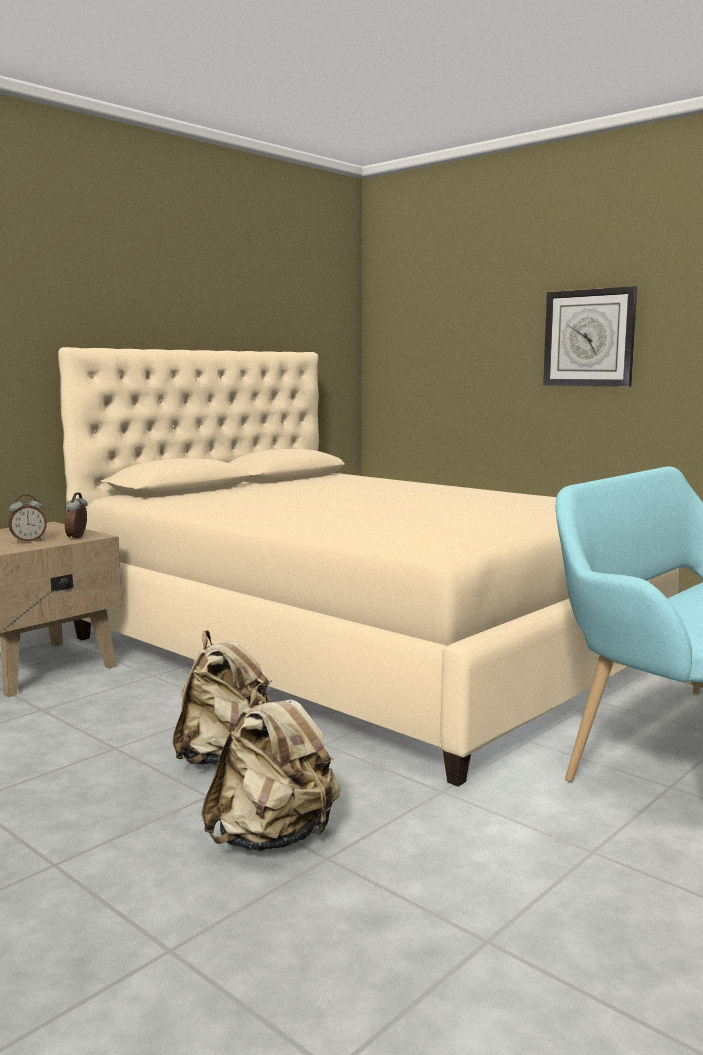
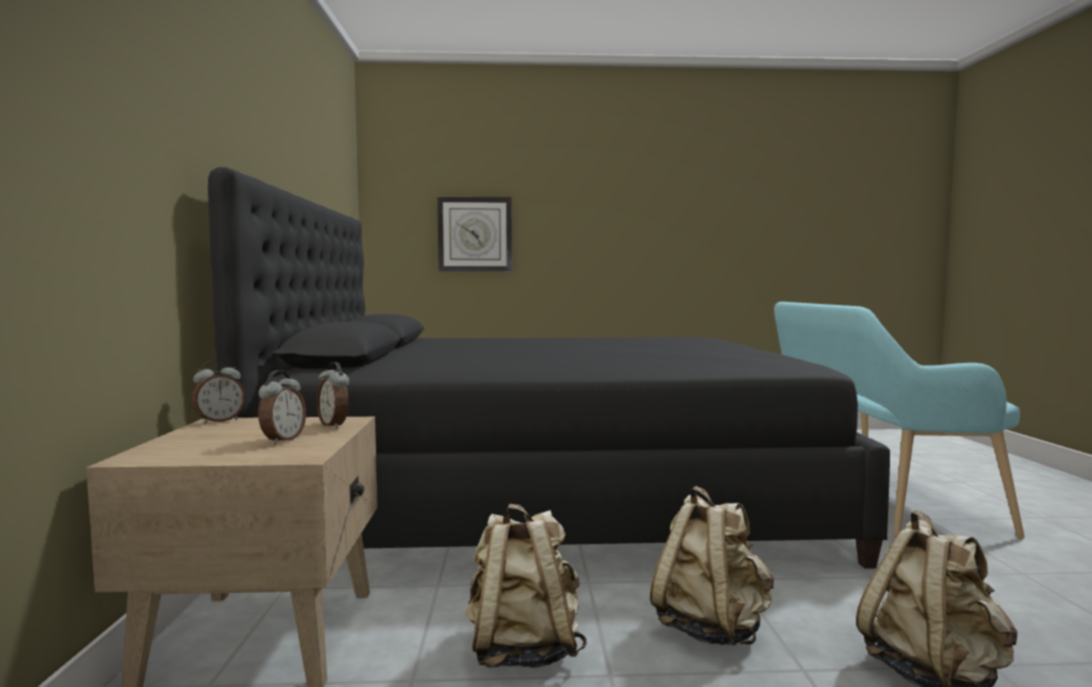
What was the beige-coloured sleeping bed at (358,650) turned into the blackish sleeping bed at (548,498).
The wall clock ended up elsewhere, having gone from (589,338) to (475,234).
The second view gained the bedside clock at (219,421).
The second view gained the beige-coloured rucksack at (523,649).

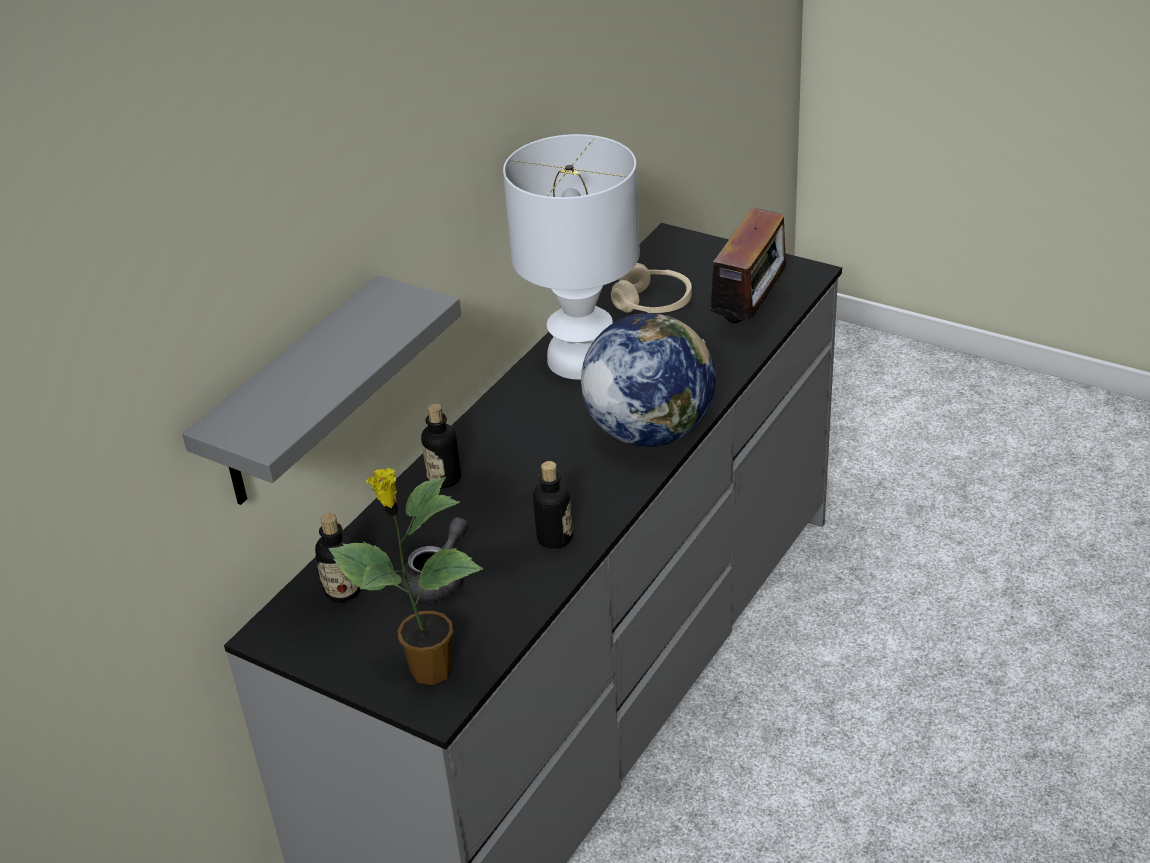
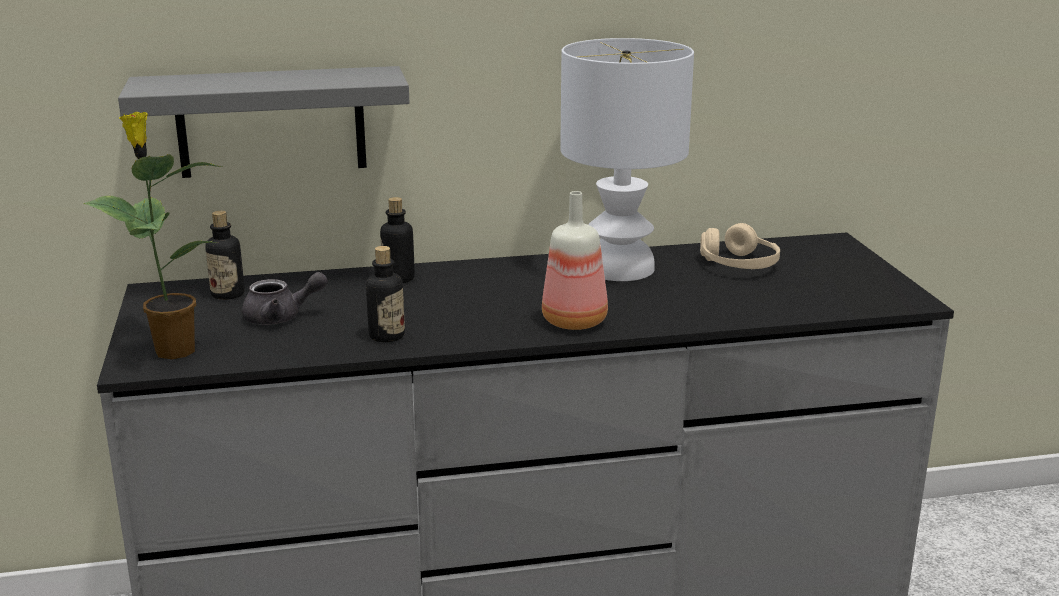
Where the desk globe stood at (649,432), the beverage bottle came to stand at (575,321).
The second view lost the radio at (750,315).

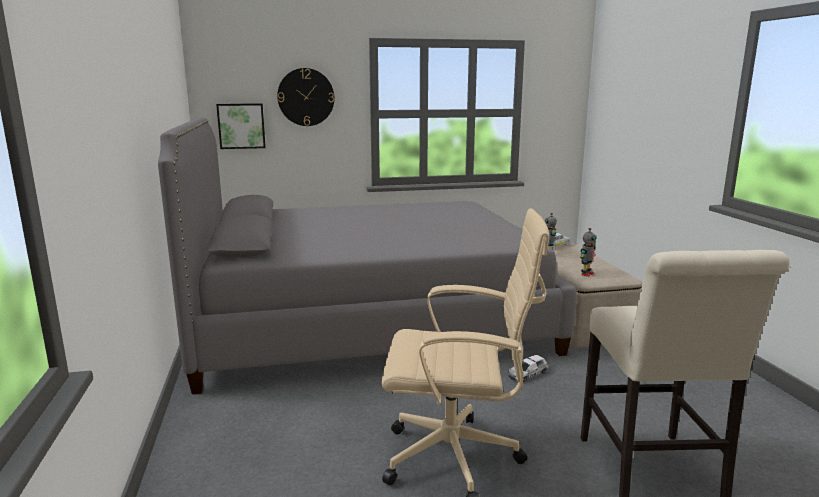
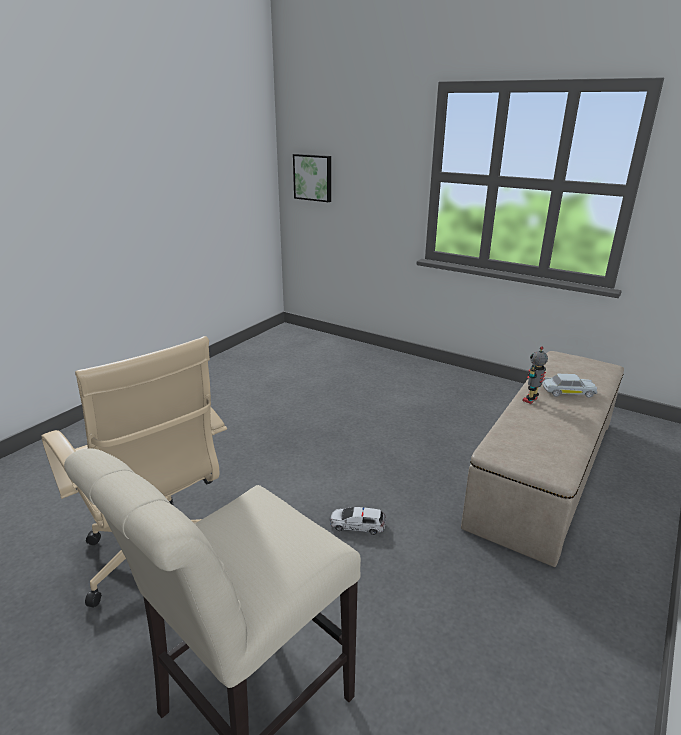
The second view lost the greyish sleeping bed at (369,321).
The second view lost the wall clock at (306,97).
The second view lost the robot figure at (586,274).

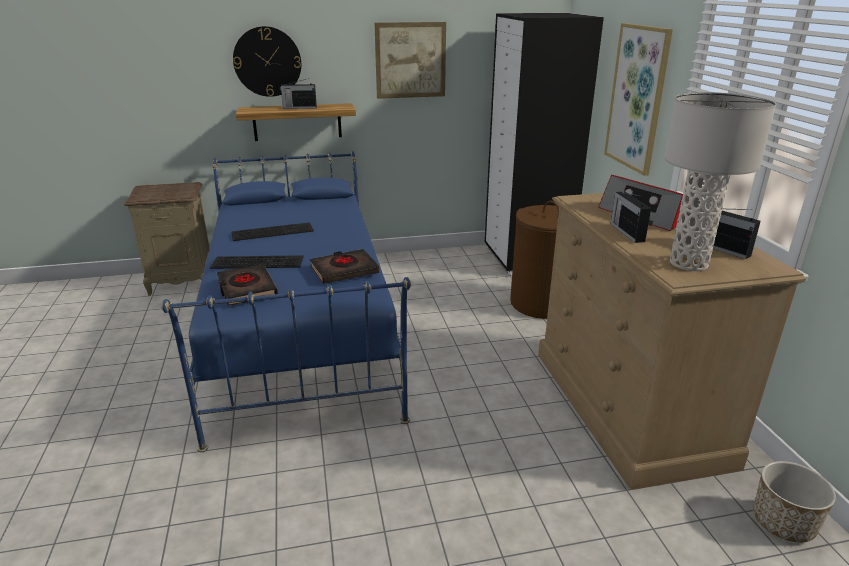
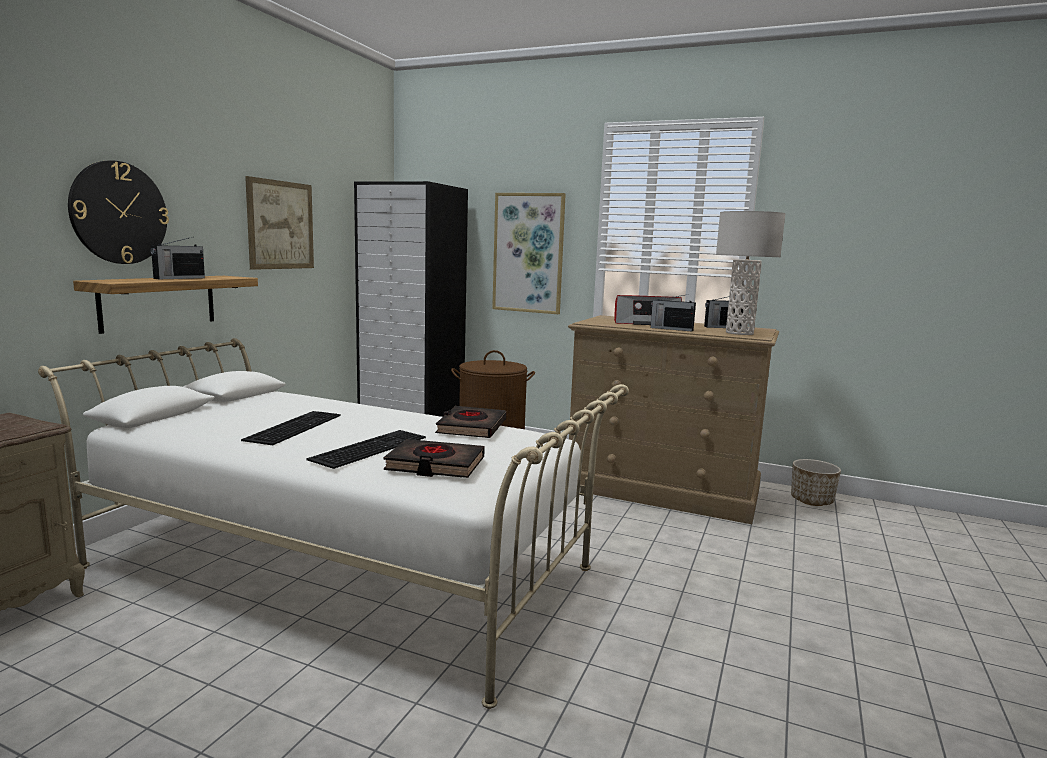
What was the bluish sleeping bed at (300,334) turned into the white-coloured sleeping bed at (340,569).

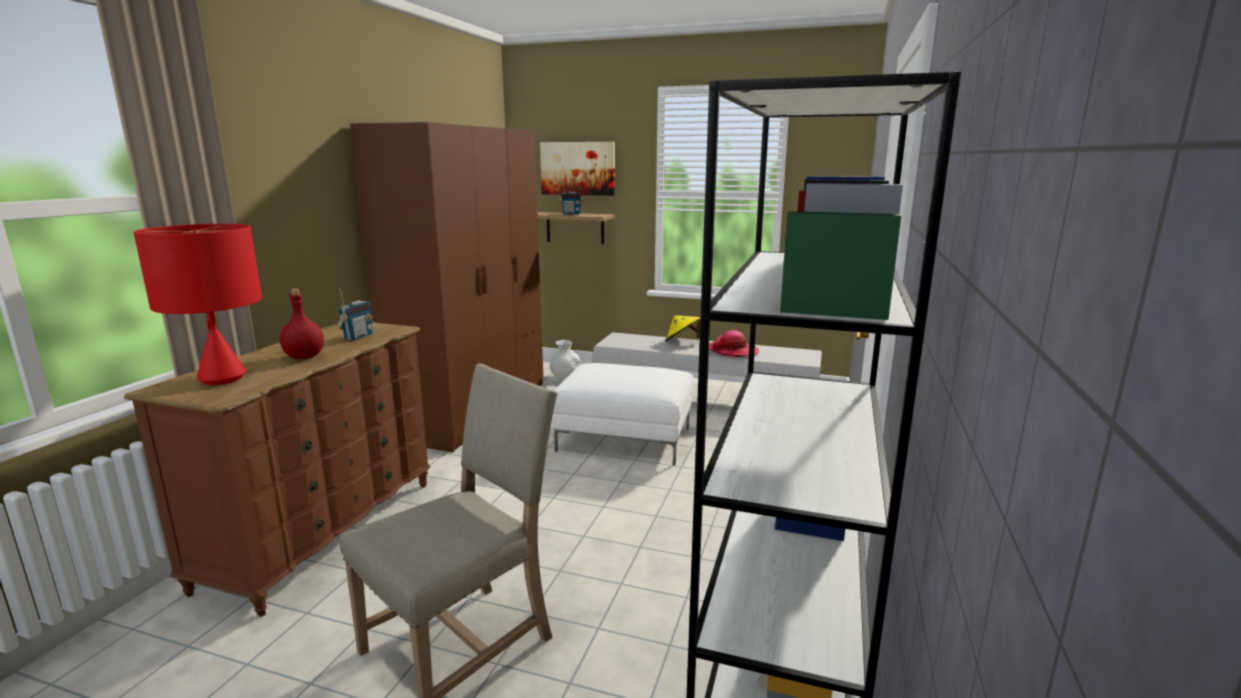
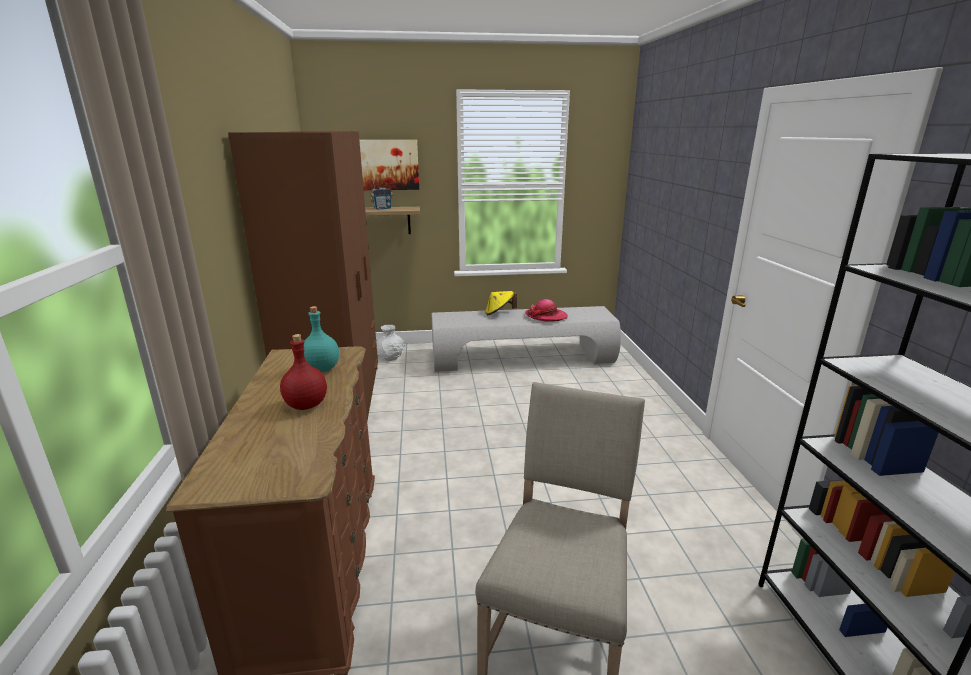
The second view lost the red-coloured tabletop lamp at (222,379).
Where the radio stood at (358,337), the turquoise-coloured beverage bottle came to stand at (321,369).
The second view lost the white-coloured pouffe at (625,439).

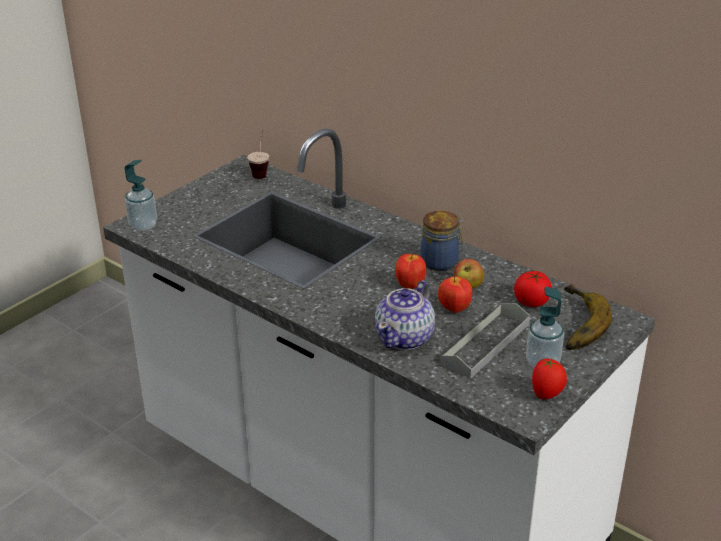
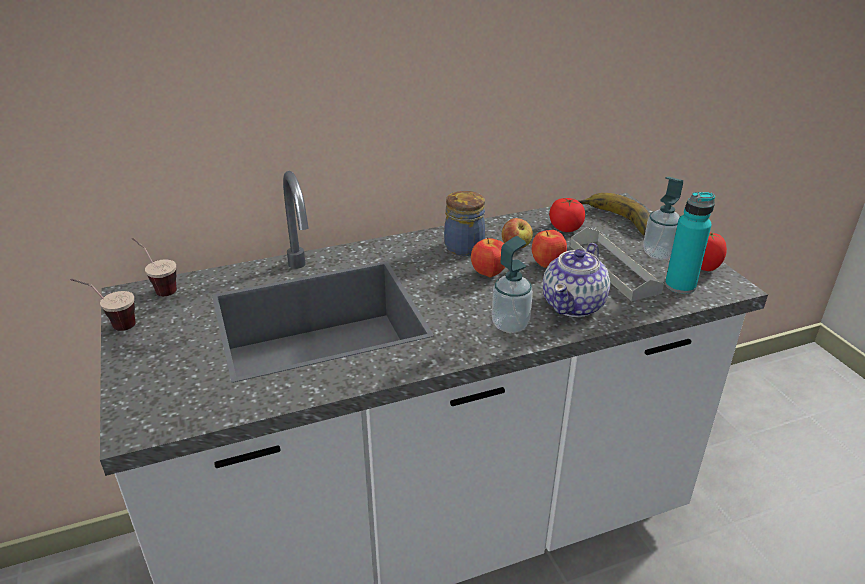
The soap dispenser ended up elsewhere, having gone from (143,226) to (510,325).
The pot for tea at (405,338) ended up facing another way, 60 degrees clockwise from before.
The second view gained the cup at (112,324).
The second view gained the turquoise-coloured beverage bottle at (680,286).

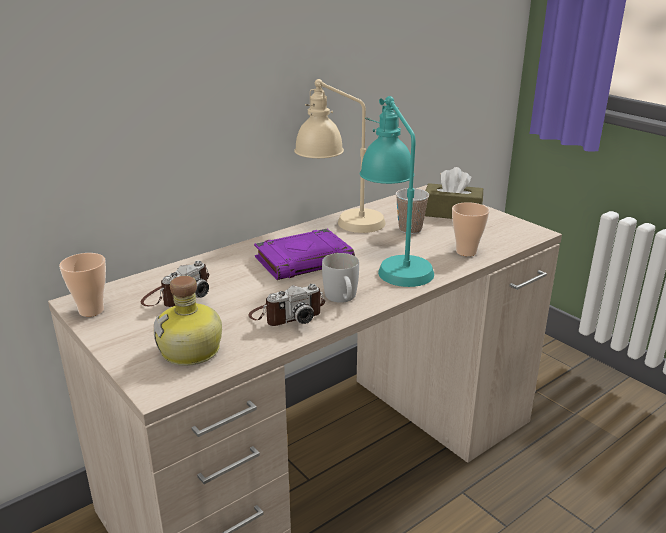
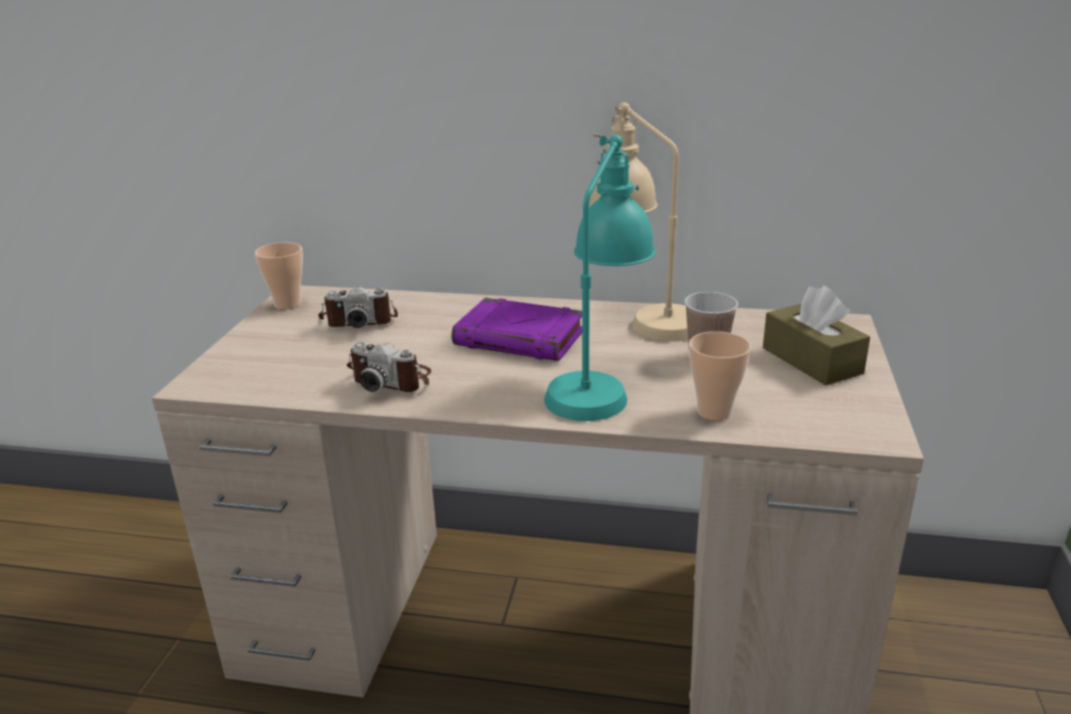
The second view lost the beverage bottle at (192,351).
The second view lost the white-coloured coffee mug at (342,299).

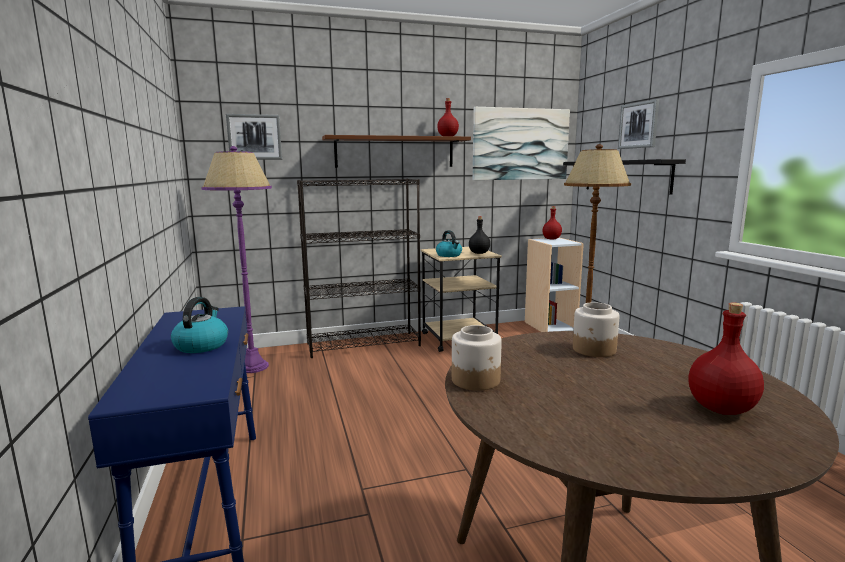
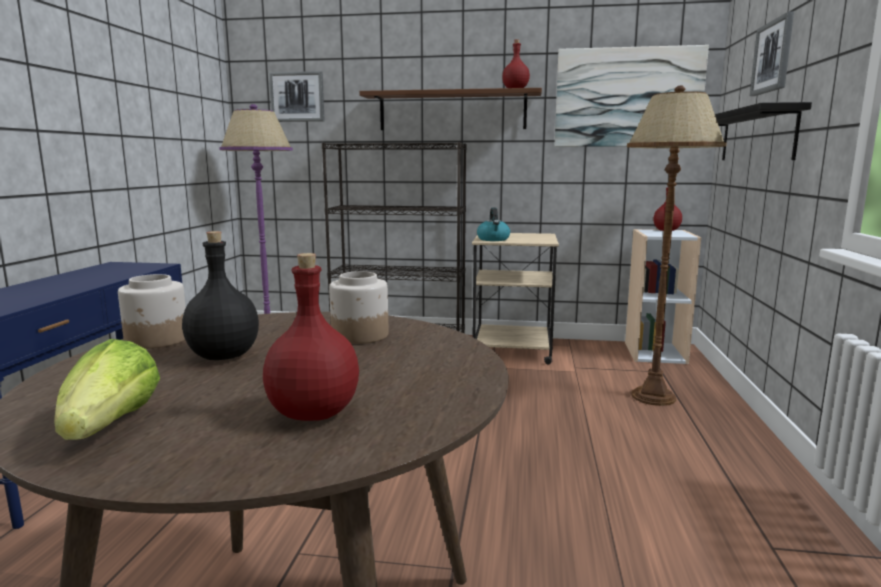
The second view lost the water kettle at (201,345).
The blackish beverage bottle ended up elsewhere, having gone from (479,253) to (225,356).
The second view gained the lettuce at (111,426).

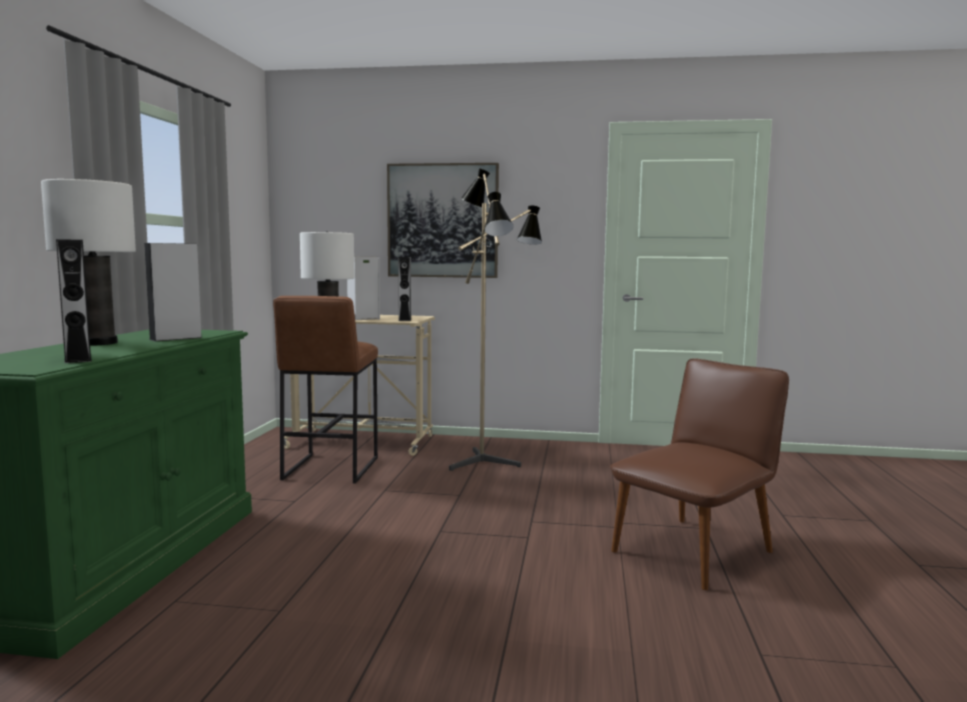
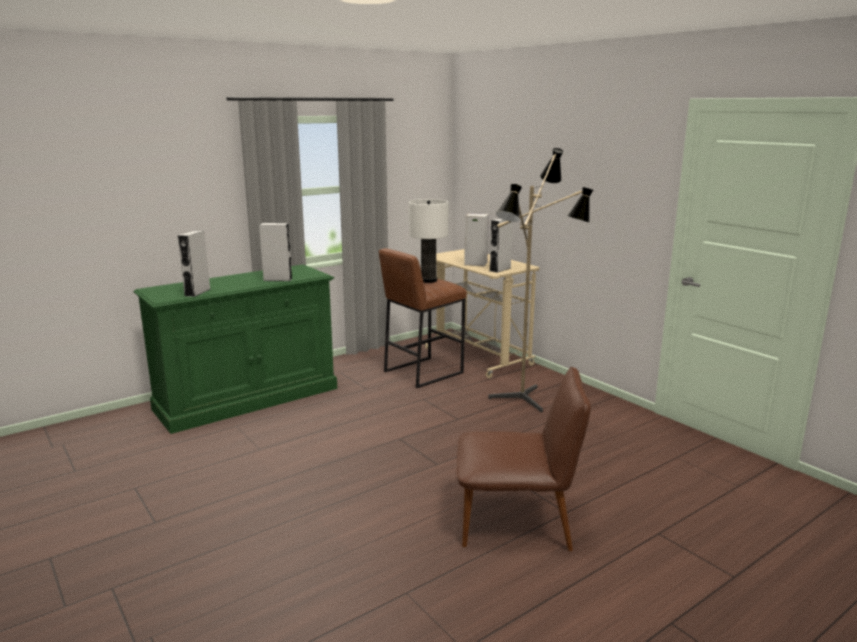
The second view lost the white-coloured tabletop lamp at (99,343).
The second view lost the wall picture at (443,221).

